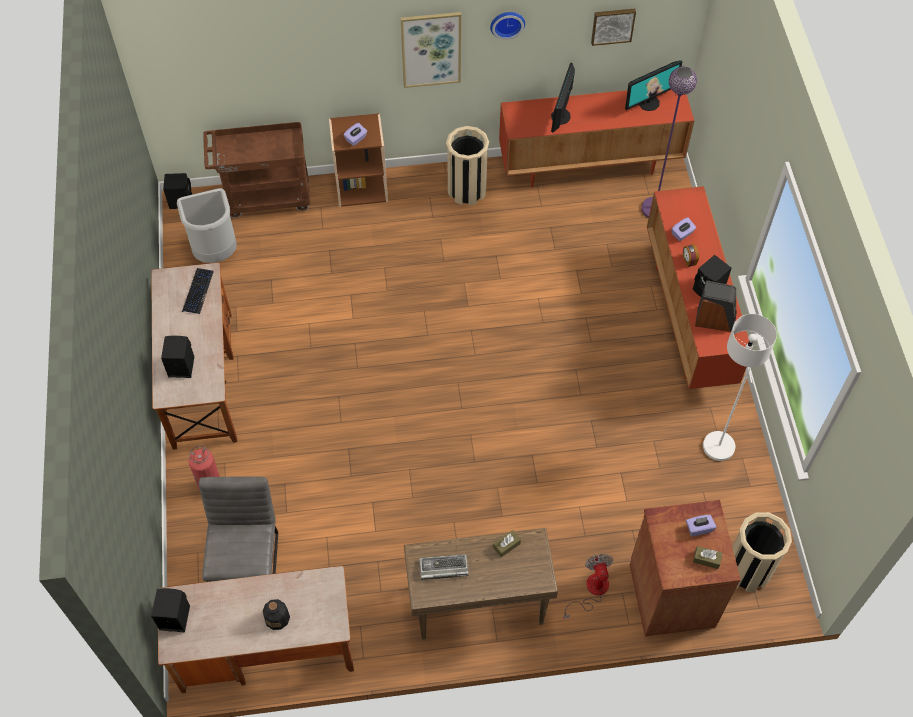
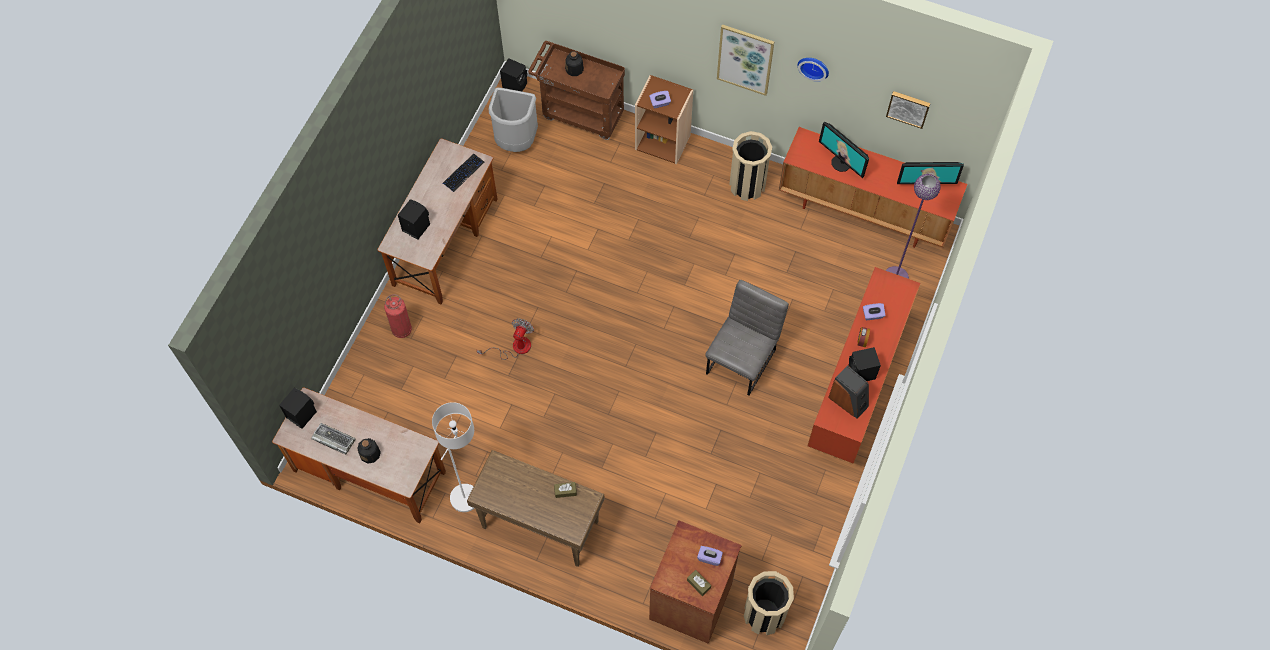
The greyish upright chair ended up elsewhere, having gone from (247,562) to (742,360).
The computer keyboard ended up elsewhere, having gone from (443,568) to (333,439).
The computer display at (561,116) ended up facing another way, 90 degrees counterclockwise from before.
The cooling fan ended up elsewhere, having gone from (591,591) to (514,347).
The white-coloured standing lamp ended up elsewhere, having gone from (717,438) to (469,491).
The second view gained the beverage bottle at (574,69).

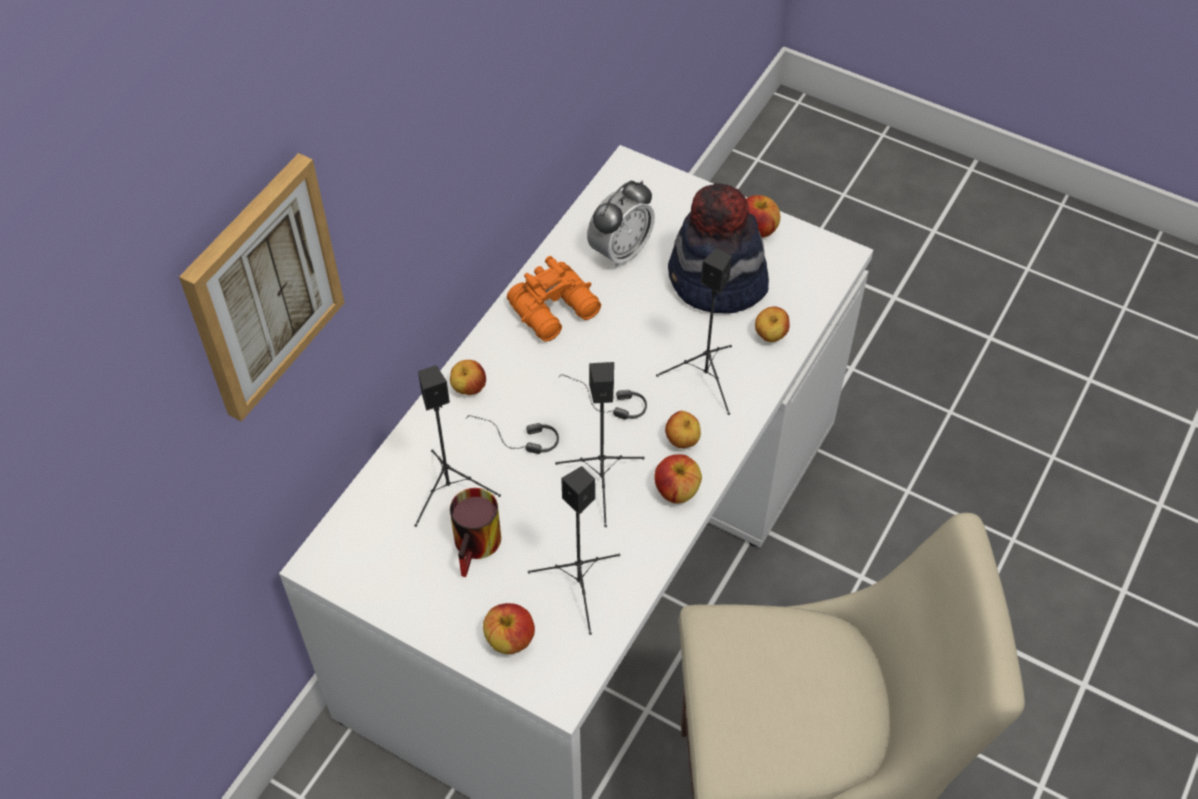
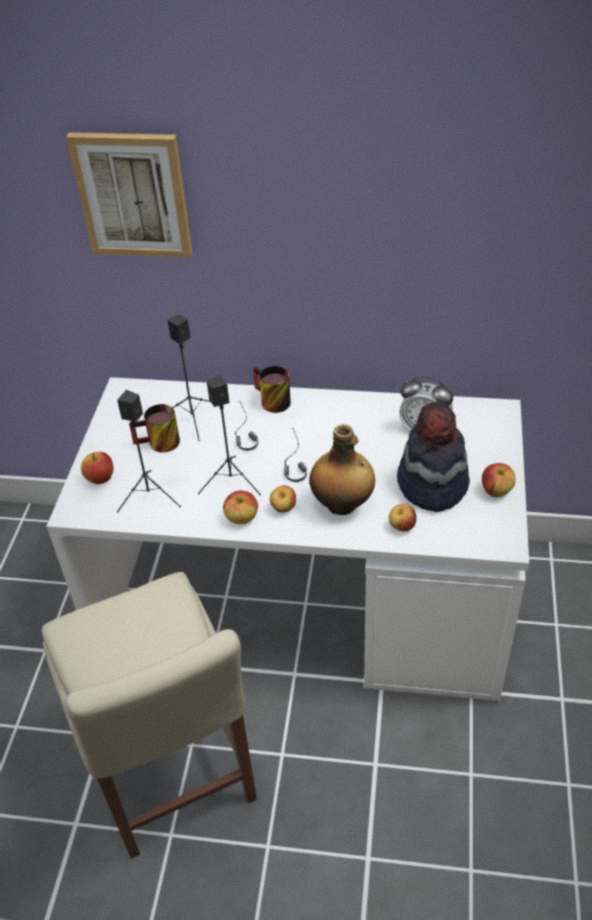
Where the apple fruit stood at (468,388), the coffee mug came to stand at (270,401).
The second view lost the orangey field glasses at (556,310).
Where the blackish audio speaker stood at (706,379), the beverage bottle came to stand at (342,505).

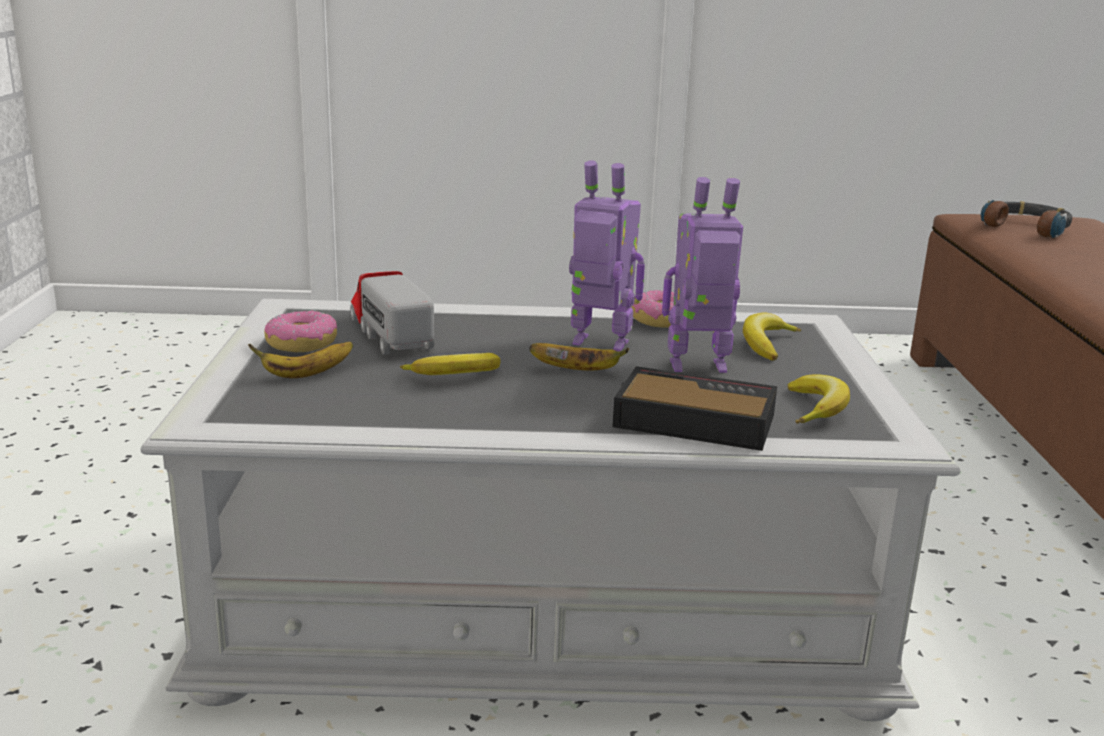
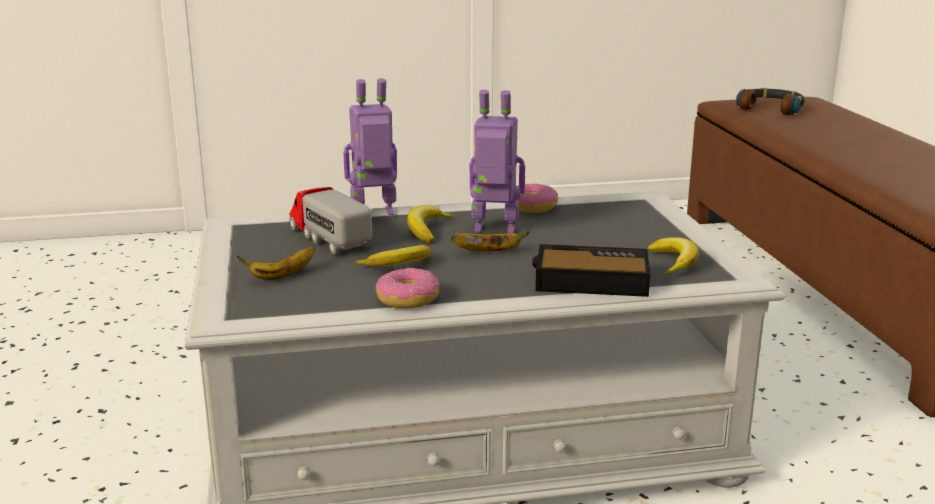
The ring doughnut ended up elsewhere, having gone from (302,344) to (408,299).
The robot figure ended up elsewhere, having gone from (698,367) to (374,213).
The whole banana ended up elsewhere, having gone from (766,344) to (427,230).

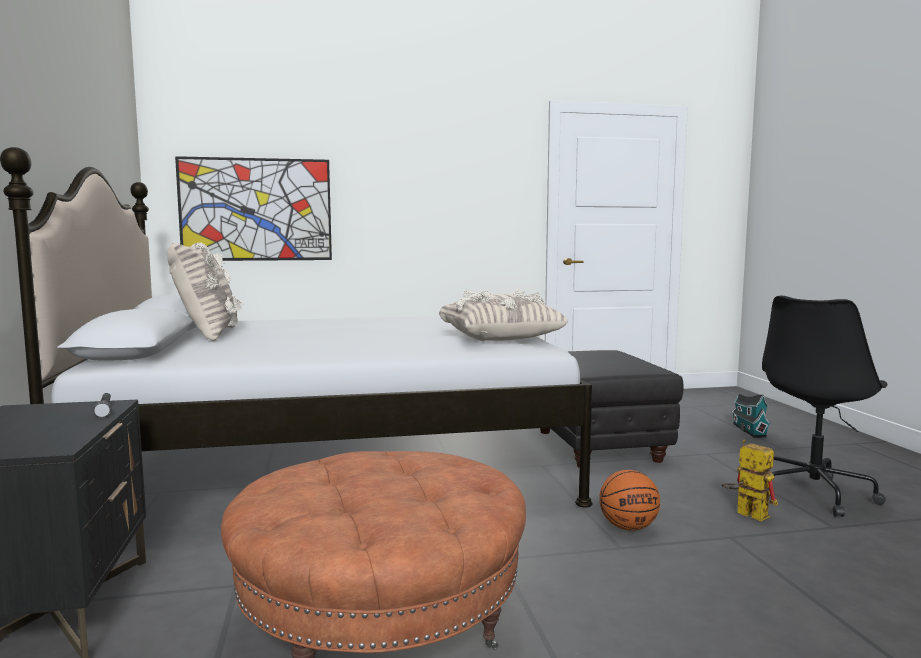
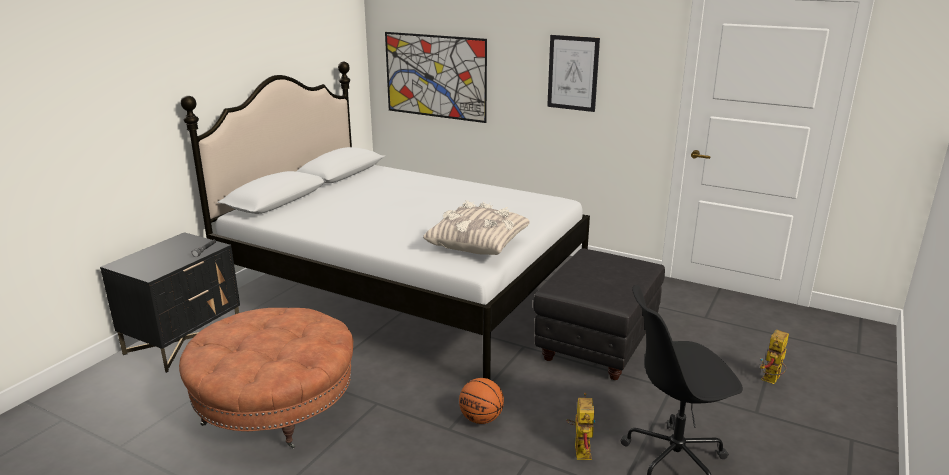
The second view lost the beige-coloured pillow at (210,334).
Where the toy house stood at (748,430), the robot figure came to stand at (771,381).
The second view gained the wall picture at (573,73).

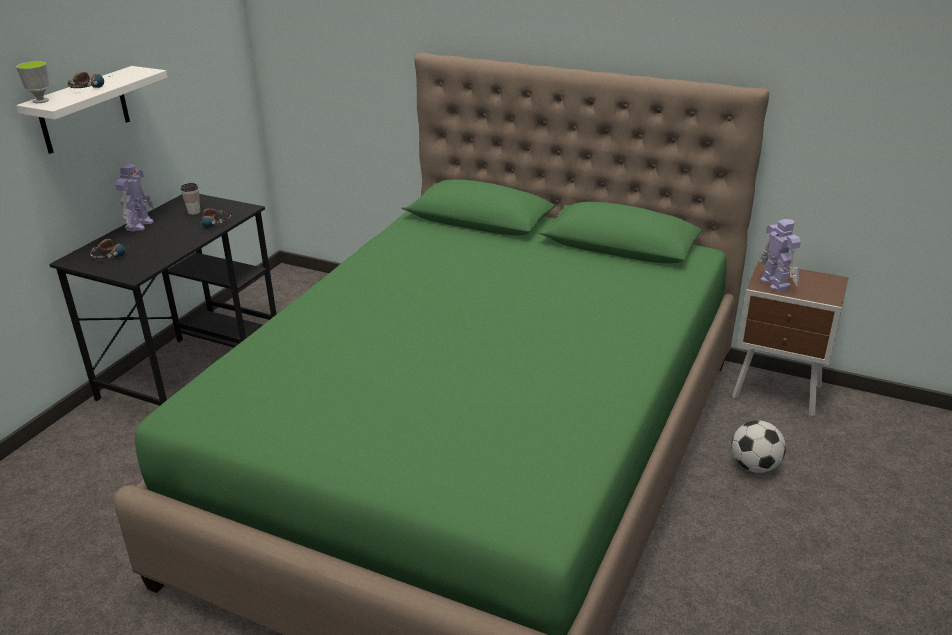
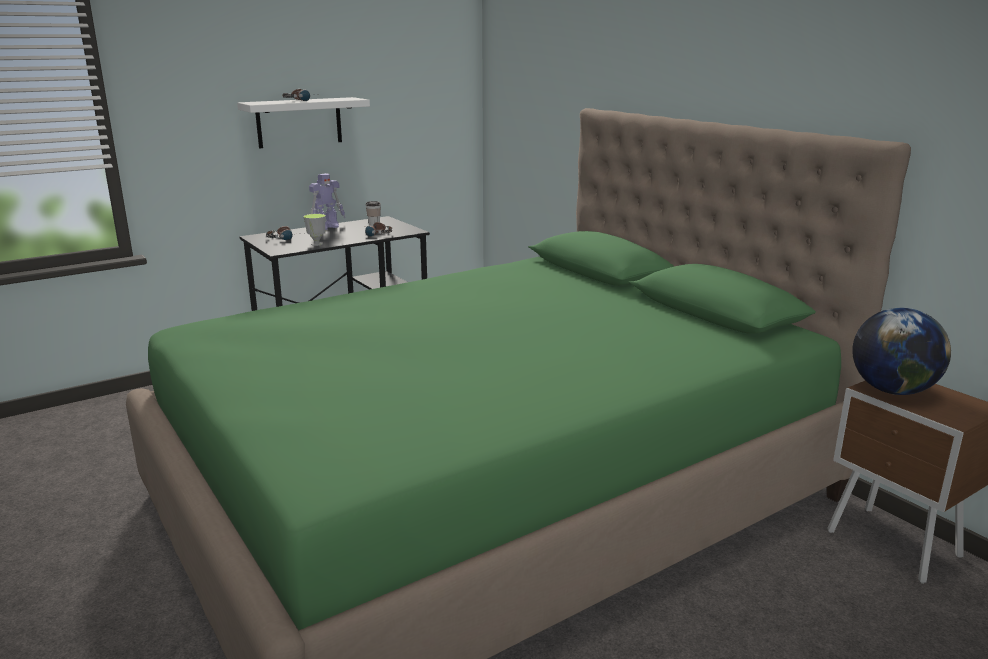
The cup ended up elsewhere, having gone from (41,101) to (316,244).
The second view lost the football ball at (754,466).
Where the robot figure stood at (774,283), the desk globe came to stand at (892,390).

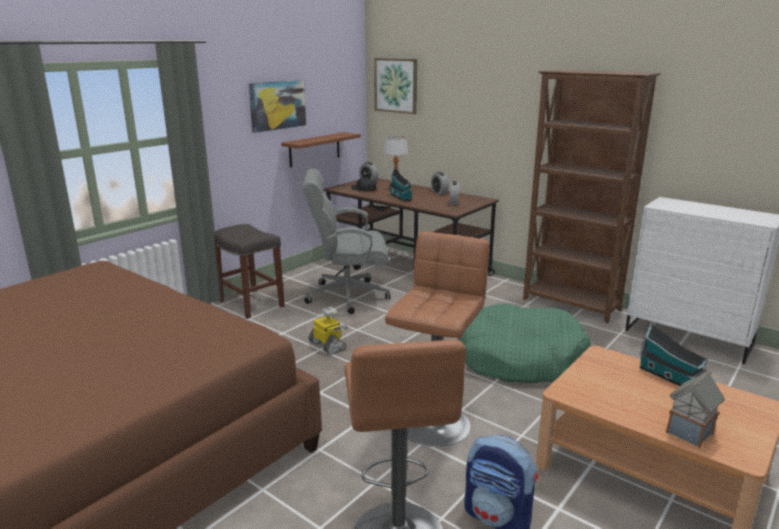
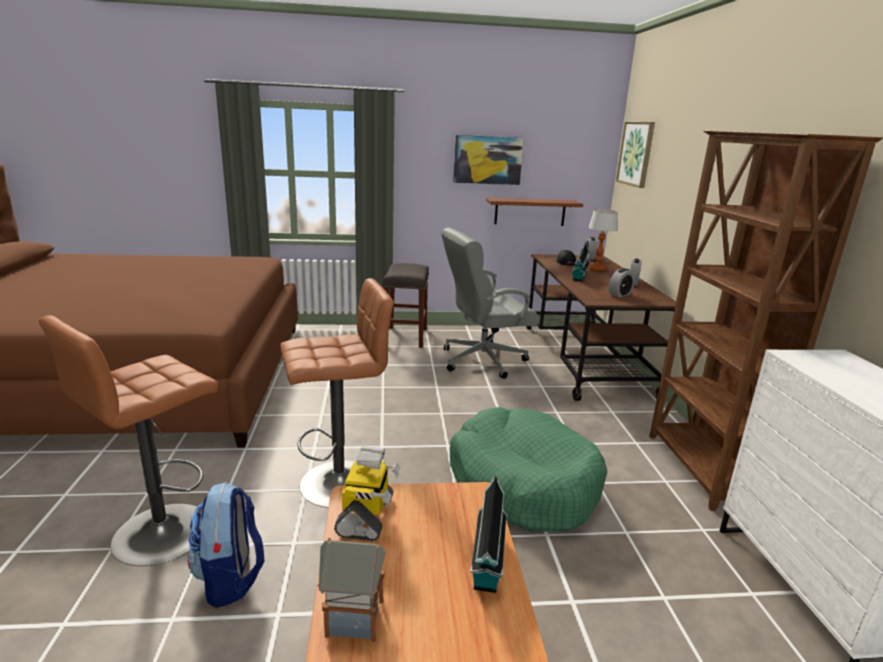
The greyish office chair at (348,295) ended up facing another way, 60 degrees counterclockwise from before.
The robot figure ended up elsewhere, having gone from (328,346) to (367,517).

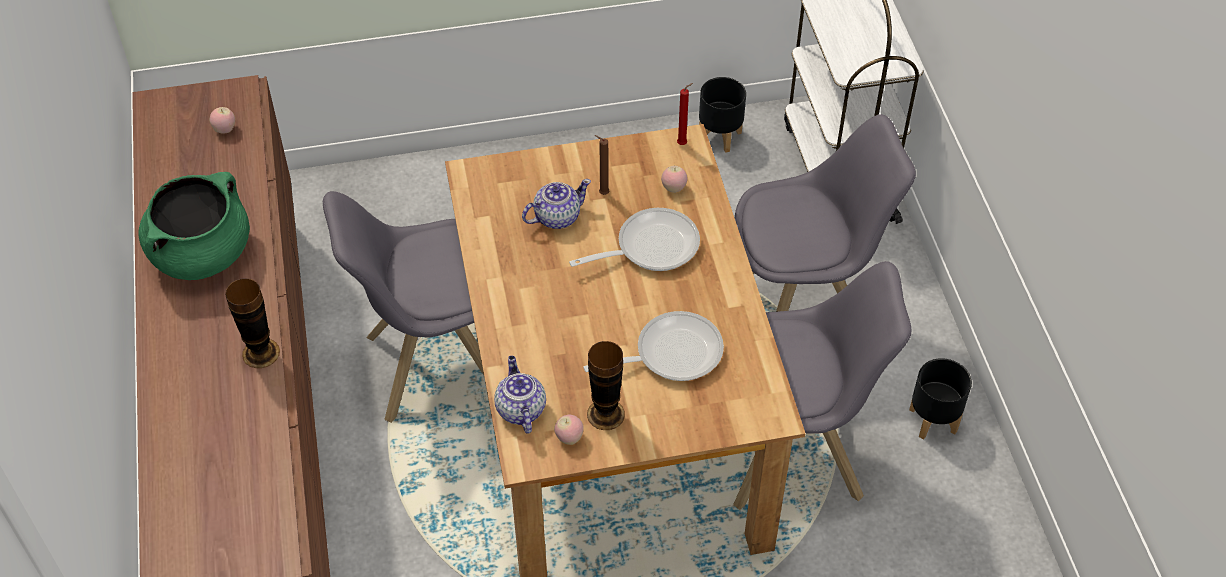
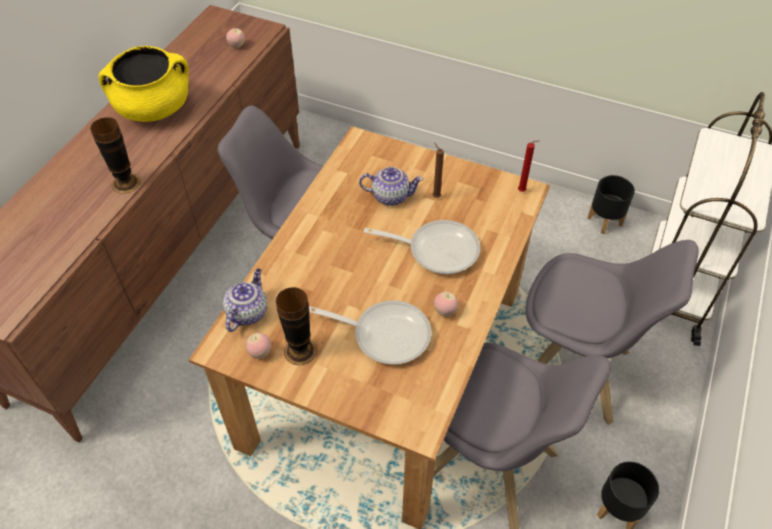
What was the green cooking pot at (202,254) turned into the yellow cooking pot at (154,108).
The apple fruit ended up elsewhere, having gone from (674,188) to (445,311).

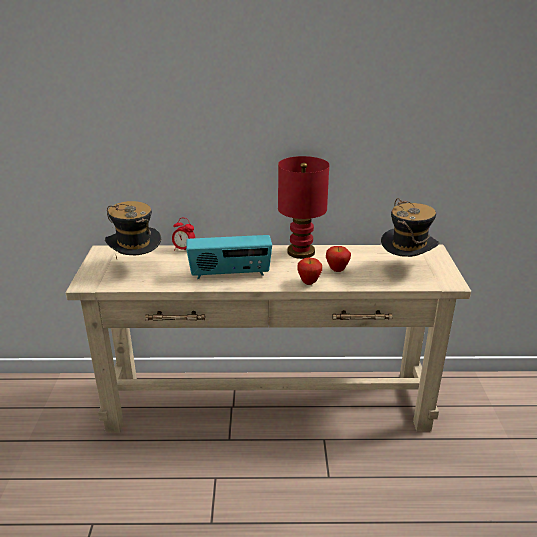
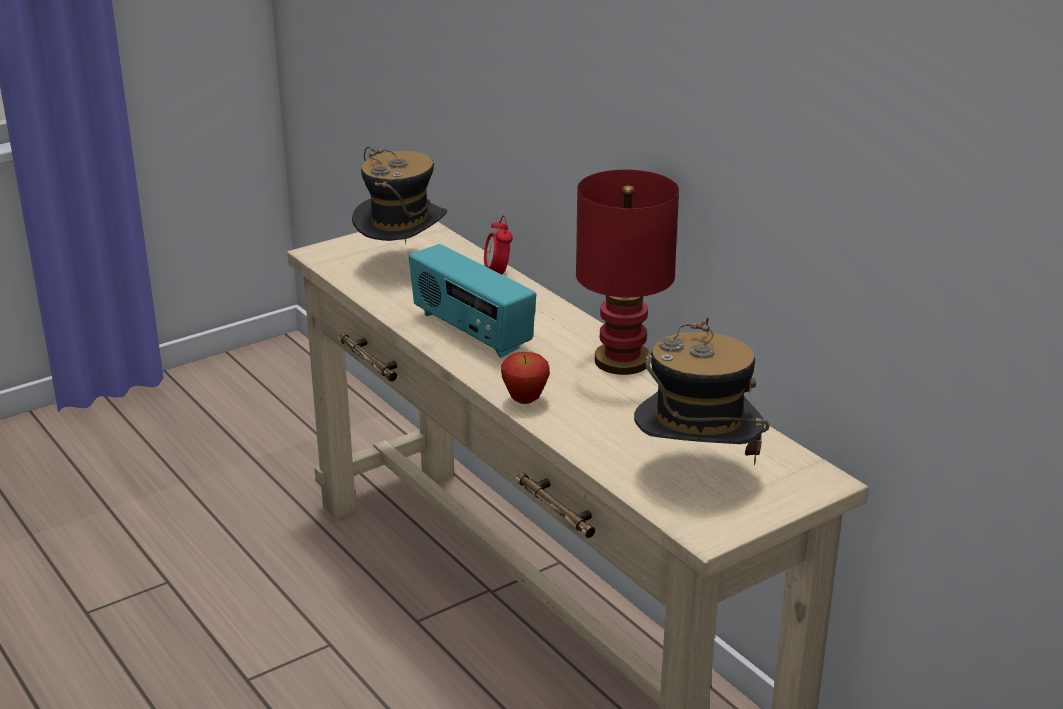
The second view lost the apple fruit at (337,270).

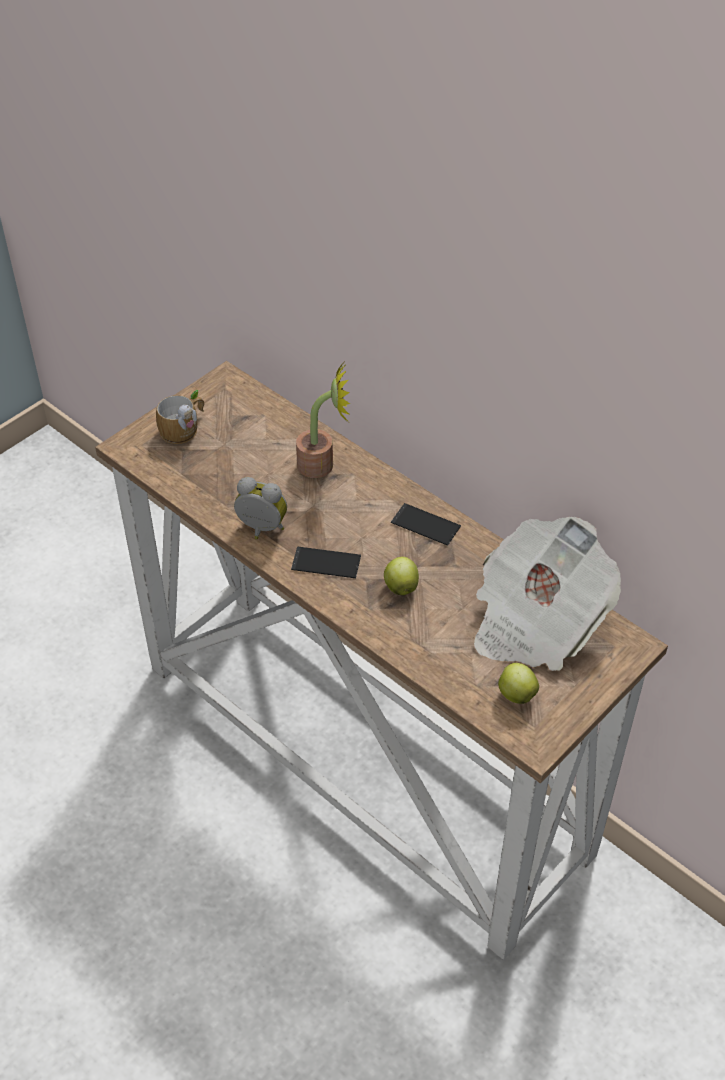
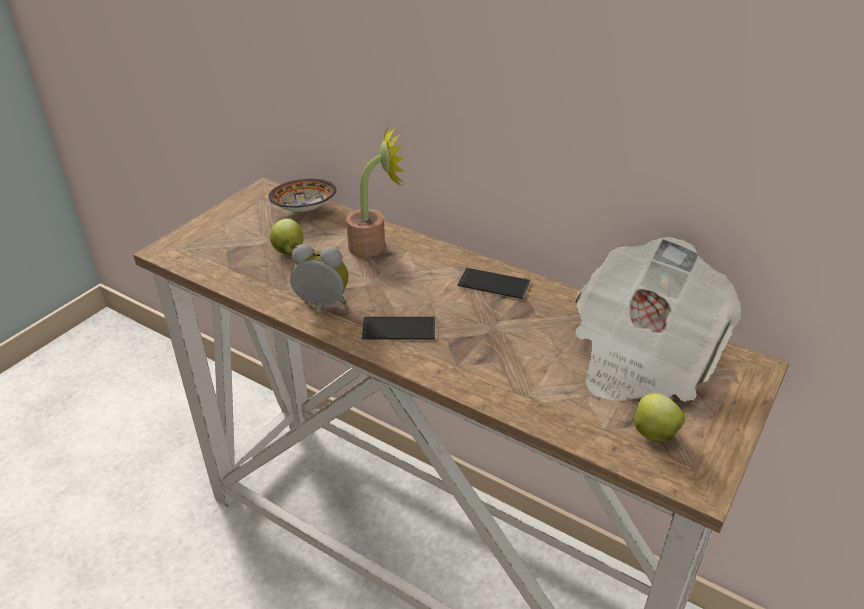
The second view lost the coffee mug at (184,428).
The apple fruit ended up elsewhere, having gone from (401,587) to (288,250).
The second view gained the bowl at (306,209).

